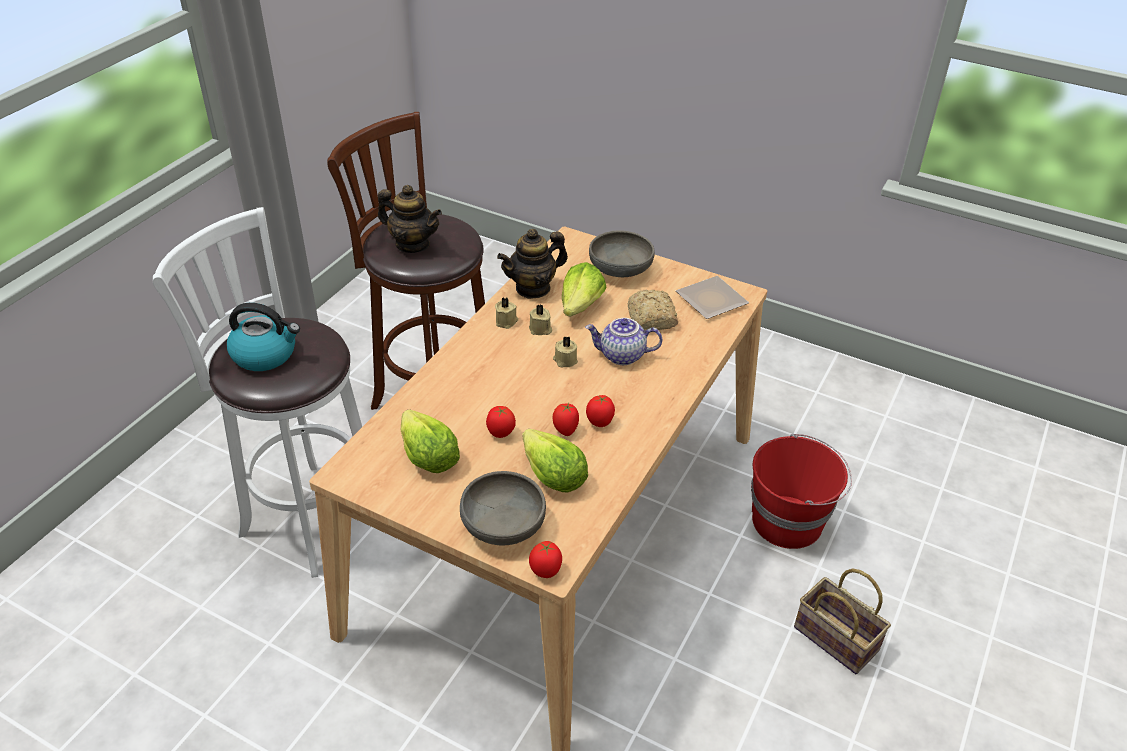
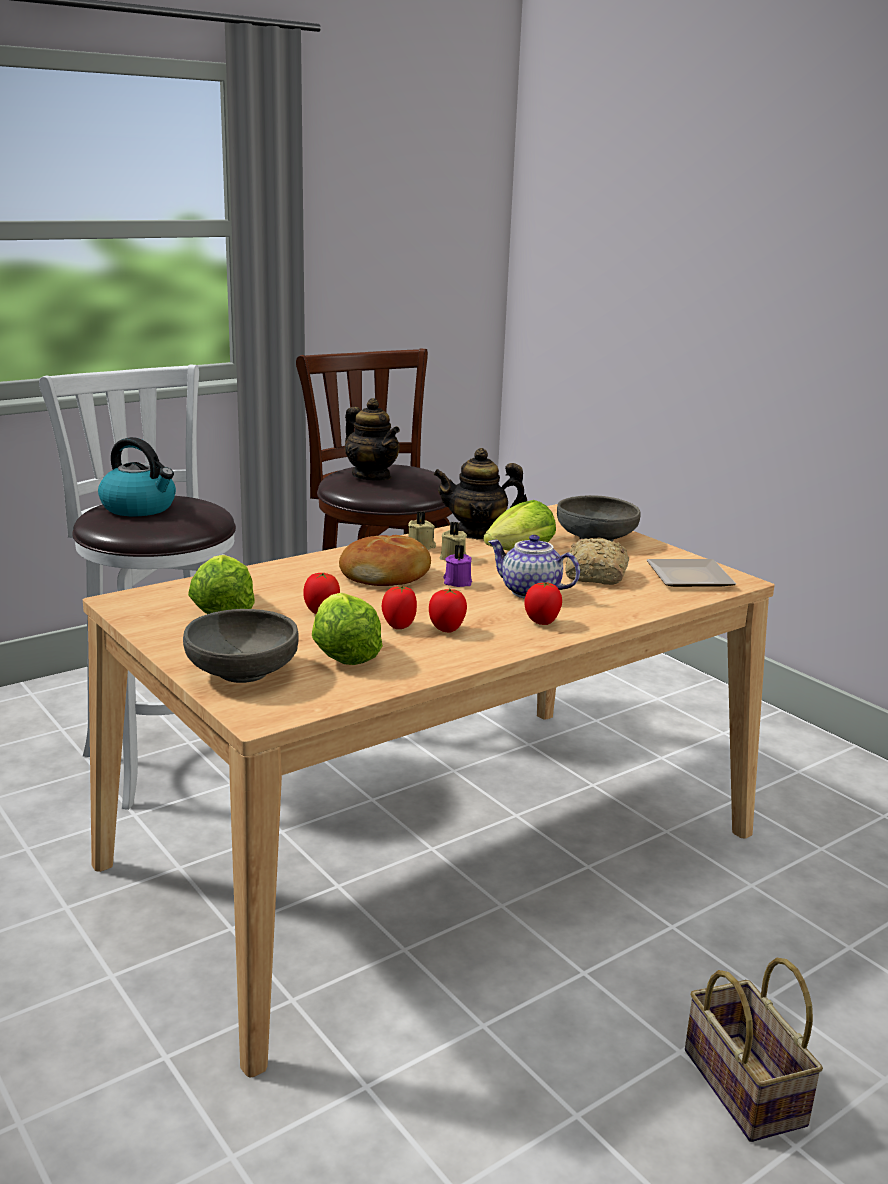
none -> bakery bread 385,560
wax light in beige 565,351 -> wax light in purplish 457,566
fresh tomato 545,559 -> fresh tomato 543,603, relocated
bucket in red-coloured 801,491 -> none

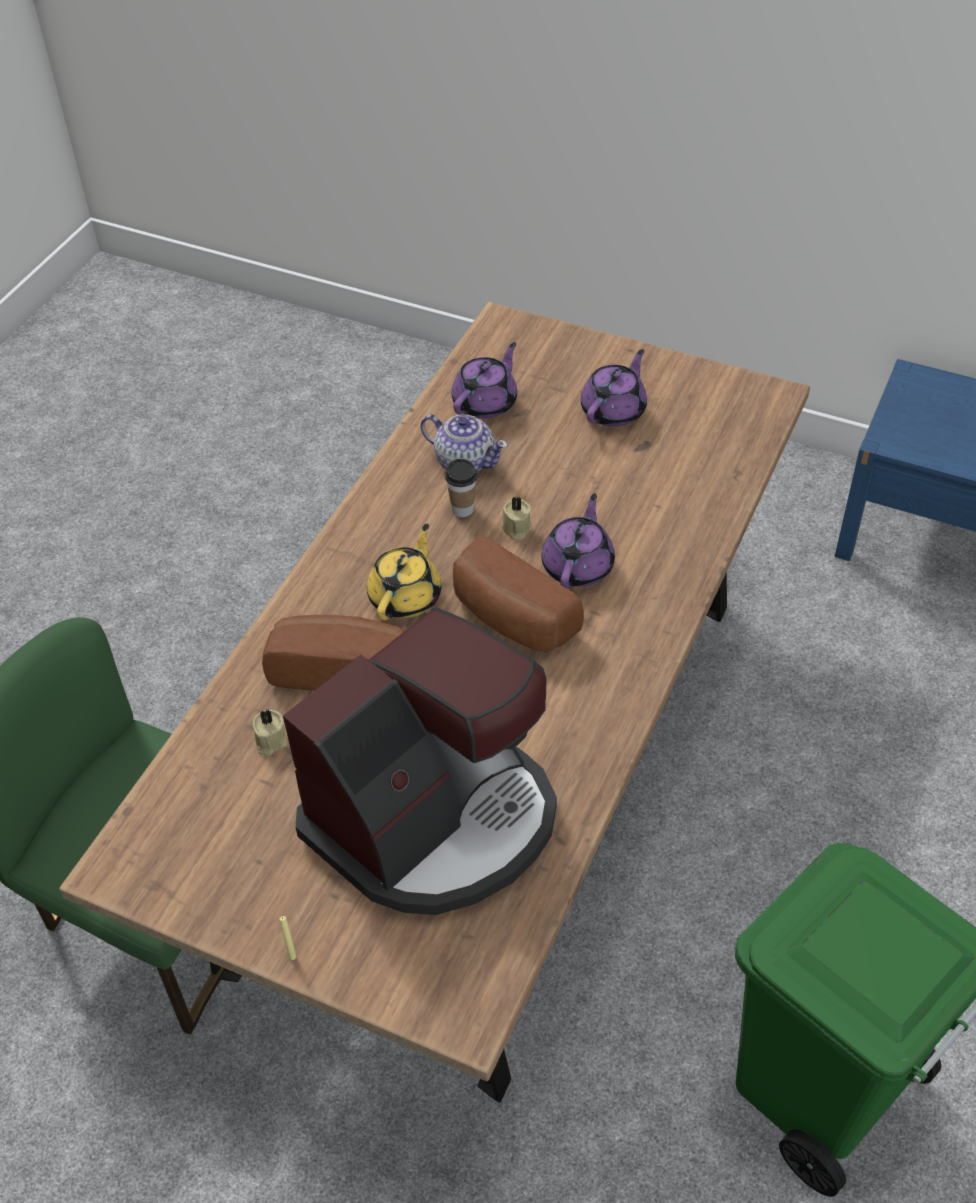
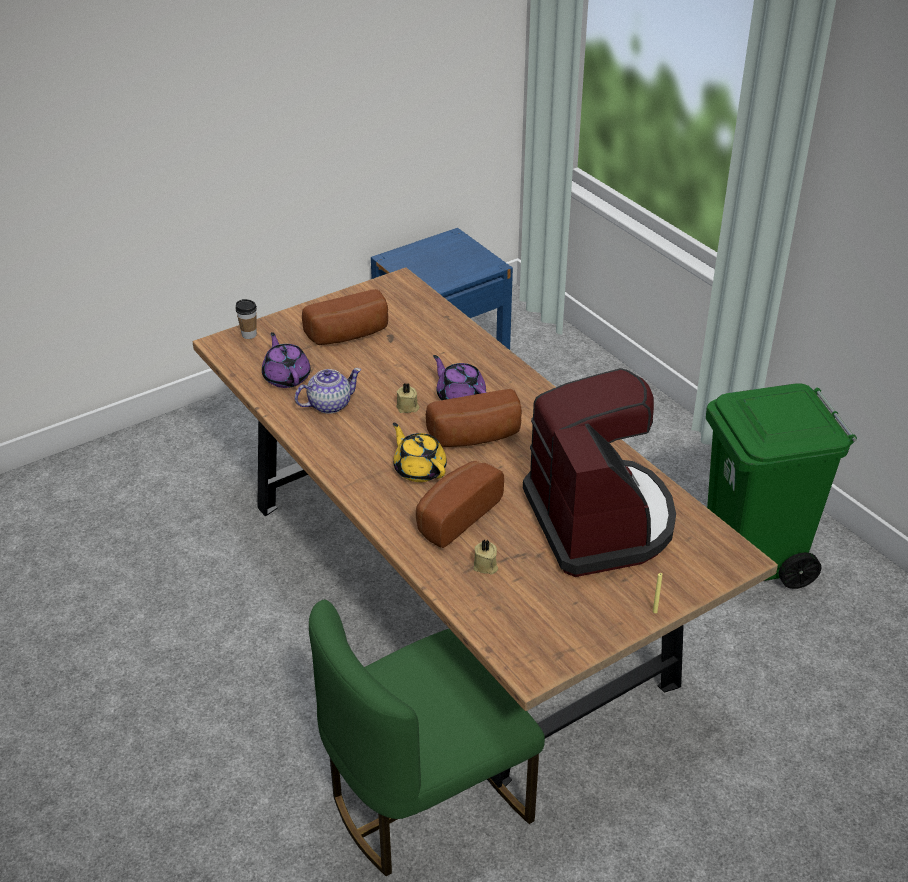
drinking cup 461,488 -> drinking cup 246,319, relocated
teapot in purplish 614,388 -> bakery bread 345,317

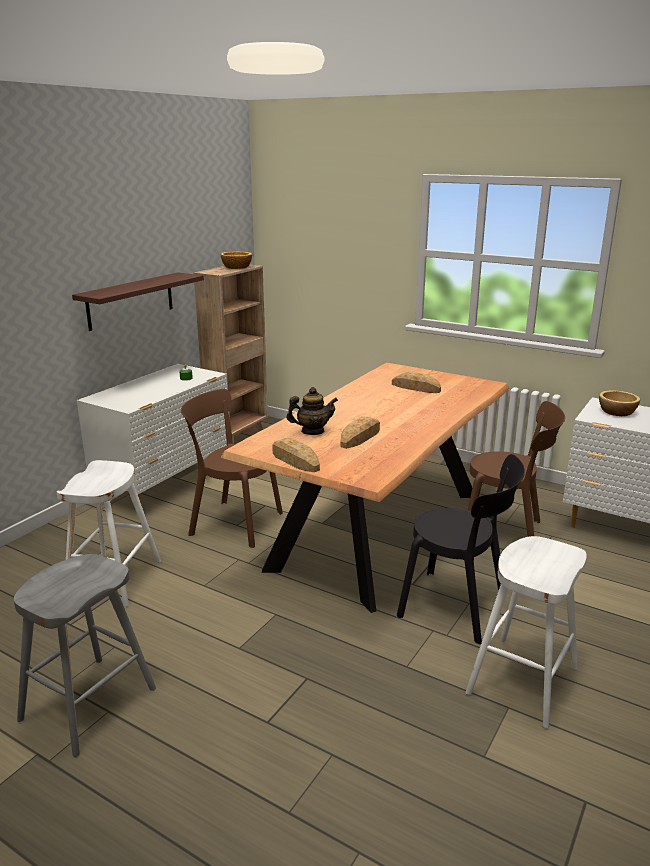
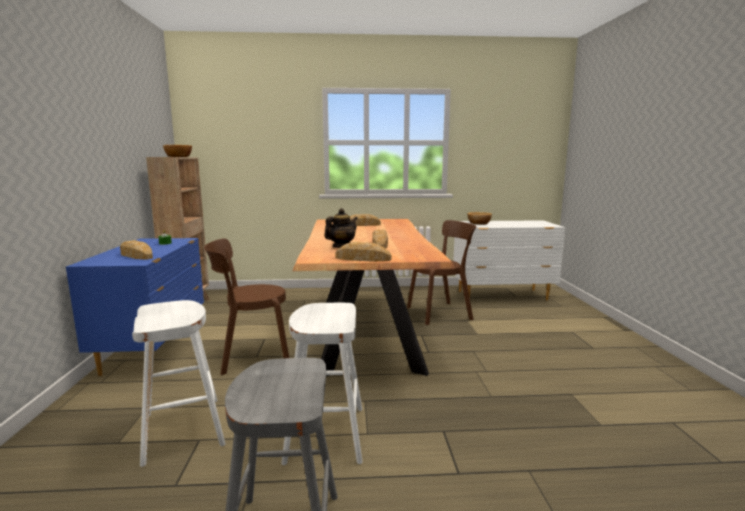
drawer chest in white-coloured 153,433 -> drawer chest in bluish 135,307
none -> bakery bread 136,249
stool seat in white-coloured 526,632 -> stool seat in white-coloured 322,384, relocated
wall shelf 138,301 -> none
plain chair in black-coloured 461,549 -> none

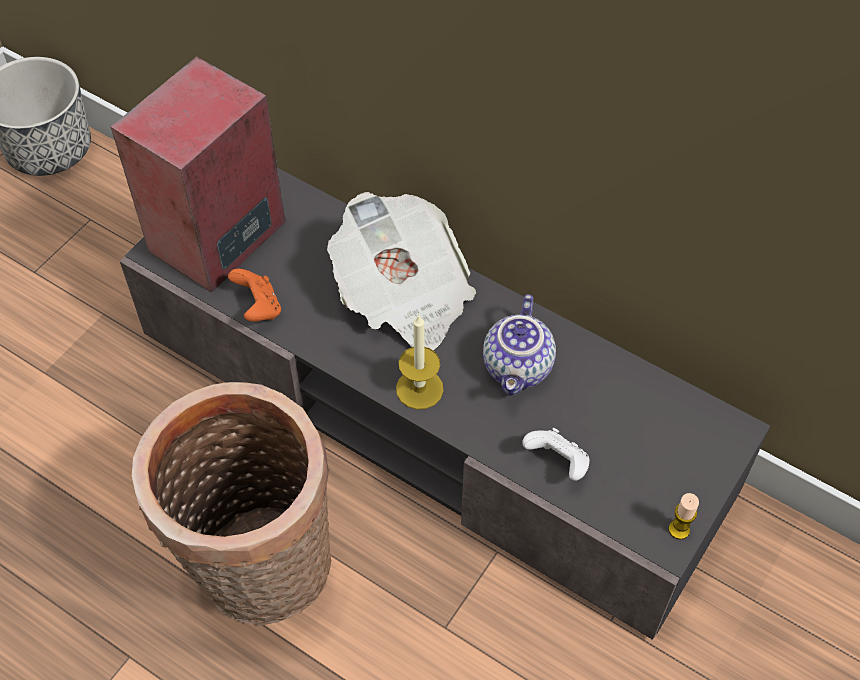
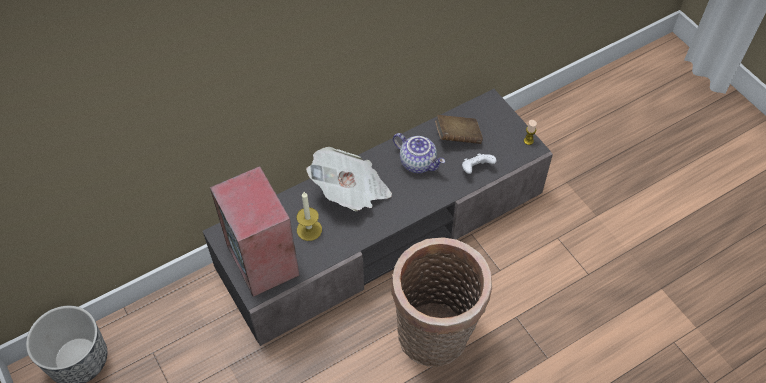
wax light 420,362 -> wax light 309,216, relocated
none -> book in brownish 459,129
joypad in orangey 254,295 -> none

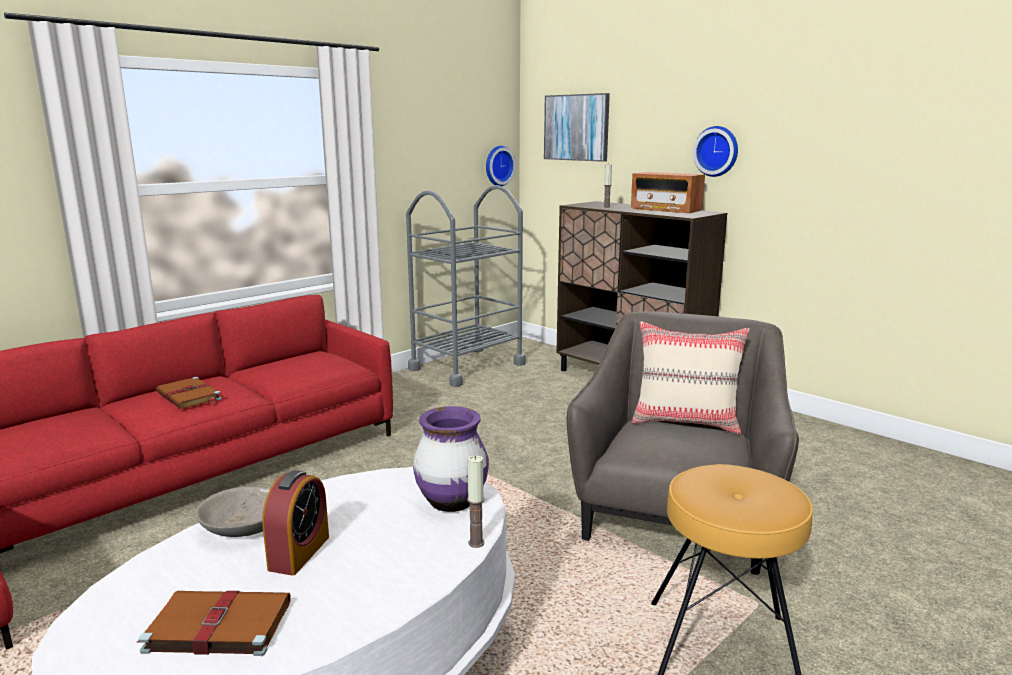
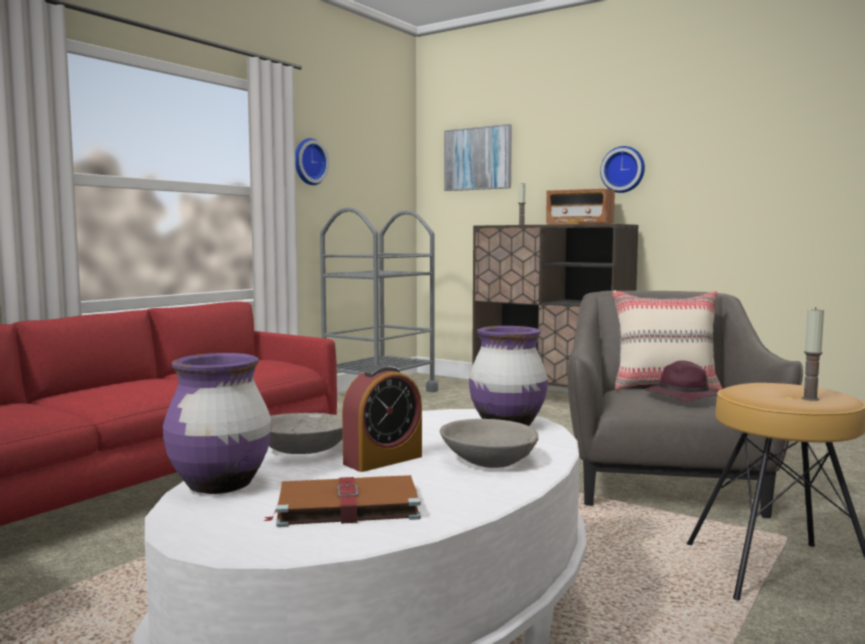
none -> vase in purplish 217,423
hanging clock 501,166 -> hanging clock 312,161, relocated
bedside clock 295,522 -> bedside clock 382,418, 45 degrees clockwise
none -> serving bowl in greyish 489,443
none -> hat in purplish 681,381
wax light 475,501 -> wax light 813,354, relocated
book in brownish 189,393 -> none

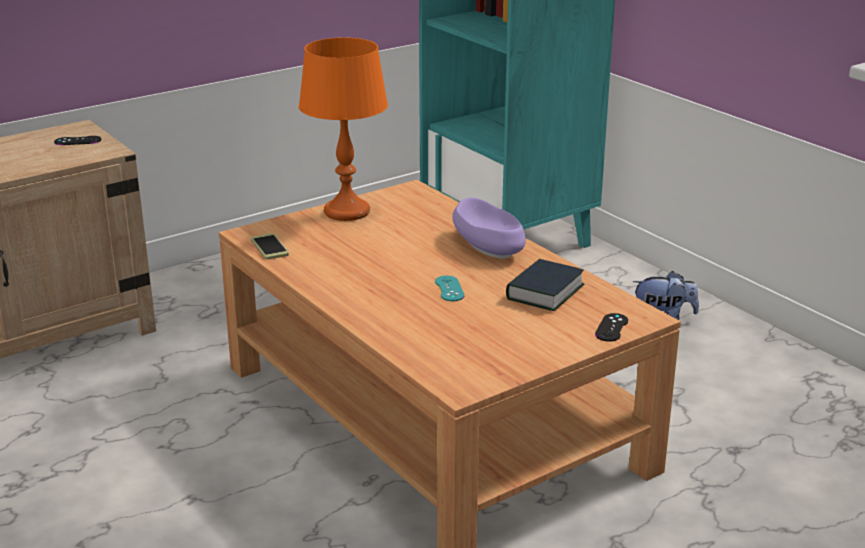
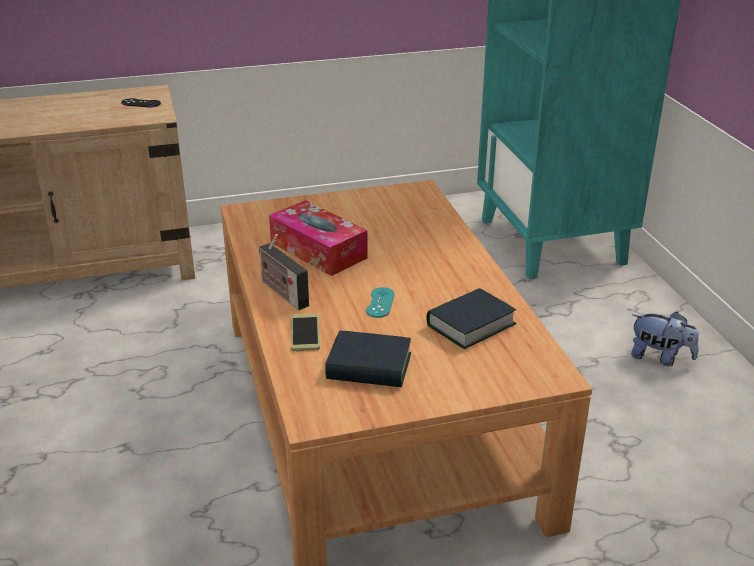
none -> radio 284,272
none -> tissue holder 318,238
handset 270,246 -> handset 305,332, relocated
none -> book 368,359
lamp for a table in orangey 343,129 -> none
serving bowl in purplish 489,228 -> none
joypad in black-coloured 611,327 -> none

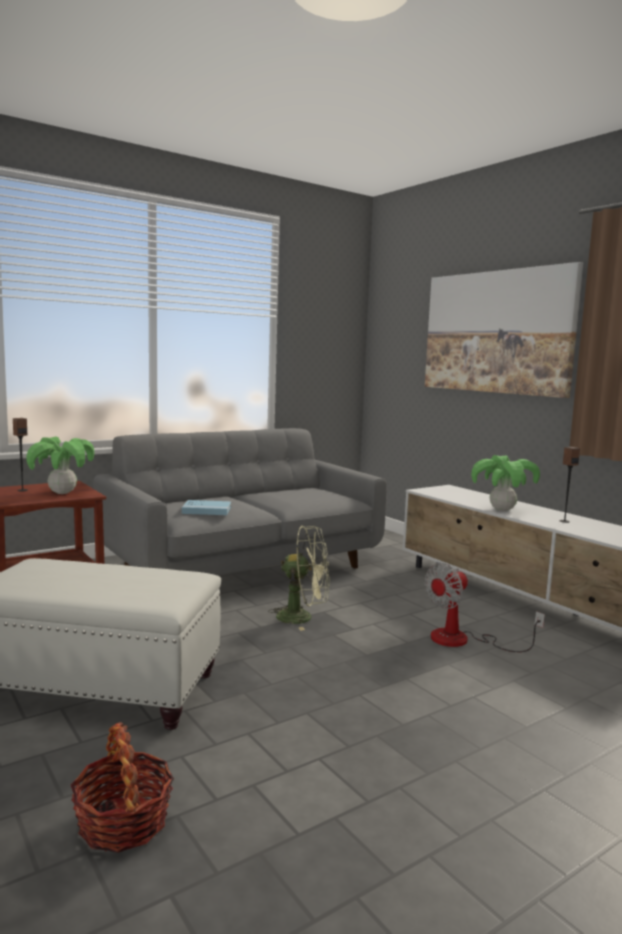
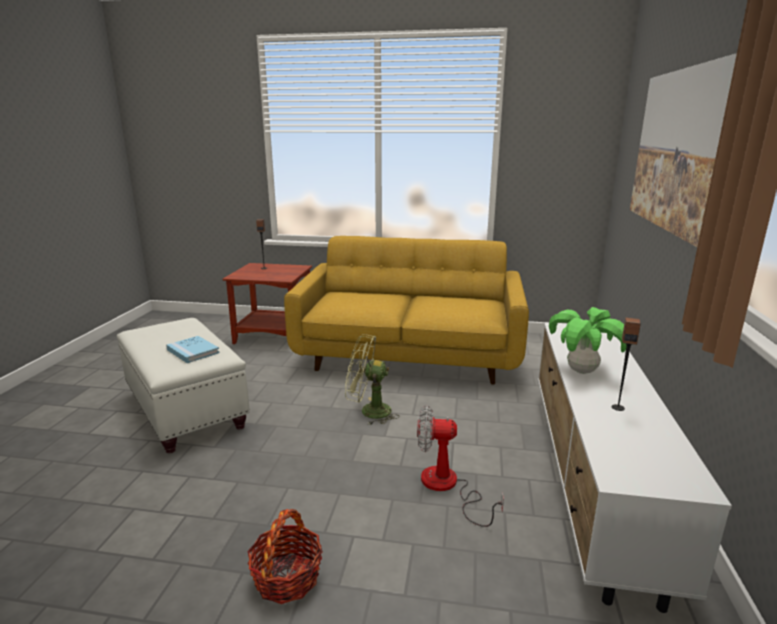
book in bluish 206,507 -> book in bluish 193,349, relocated
household basket 122,787 -> household basket 285,556, relocated
settee in greyish 240,501 -> settee in yellowish 406,310
fan in greenish 299,578 -> fan in greenish 372,379, 135 degrees clockwise
plant in a pot 61,465 -> none

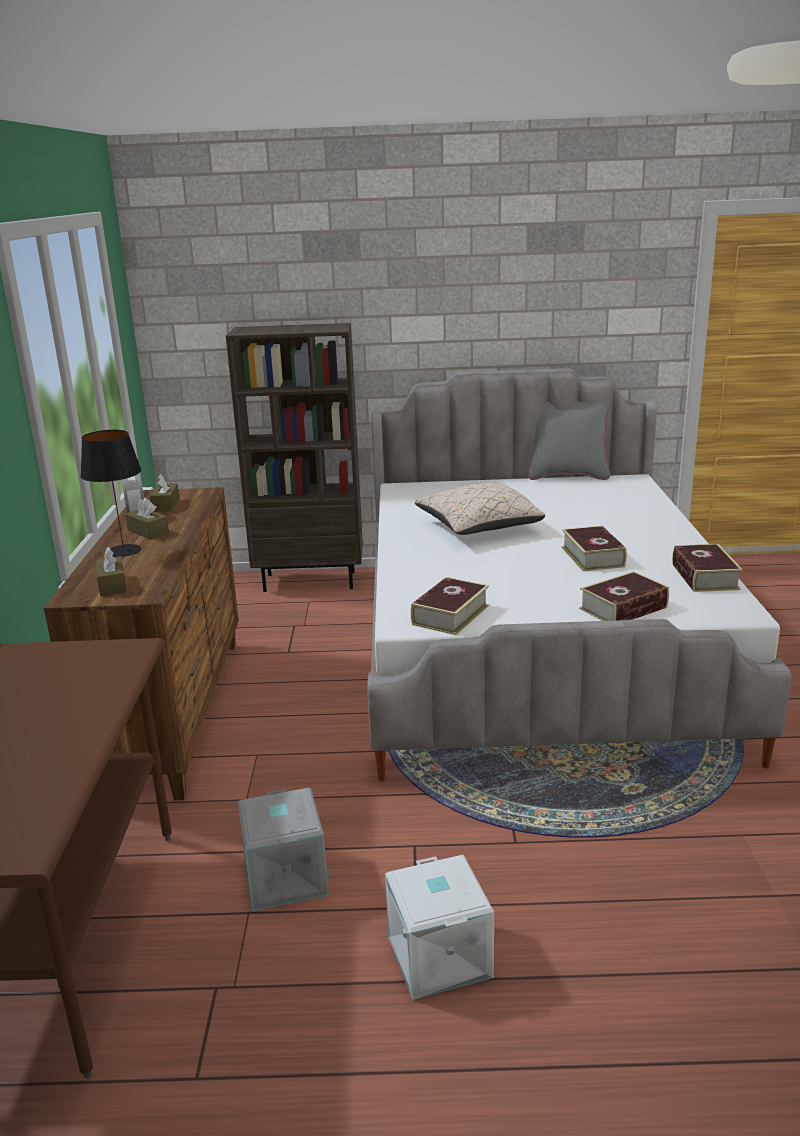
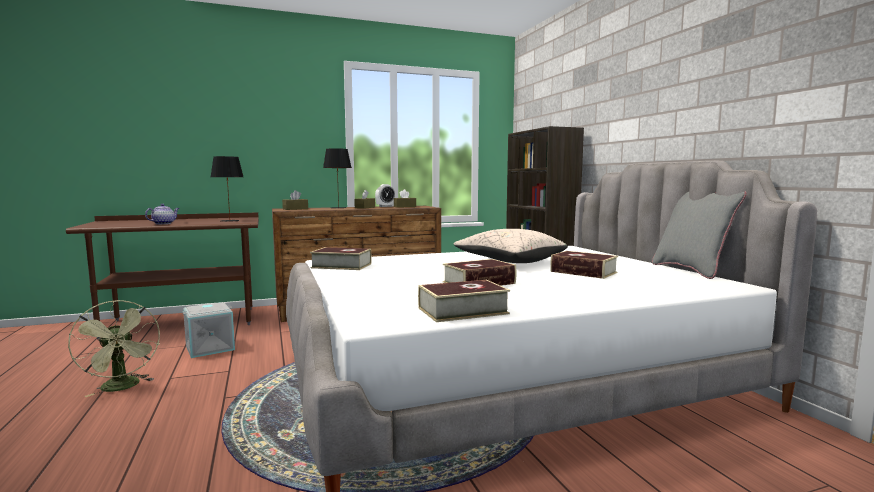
storage container in white-coloured 439,927 -> fan in greenish 114,348
none -> teapot 162,214
none -> lamp for a table in black-coloured 227,189
book 624,596 -> book 584,265, relocated

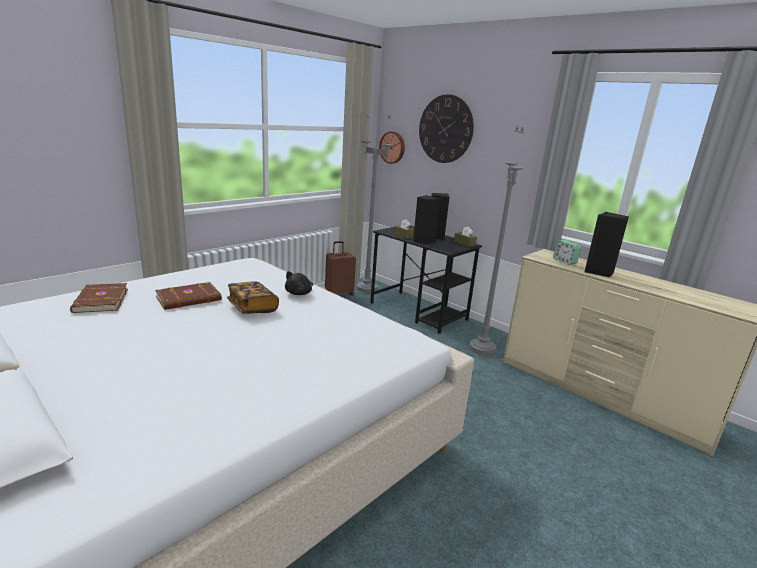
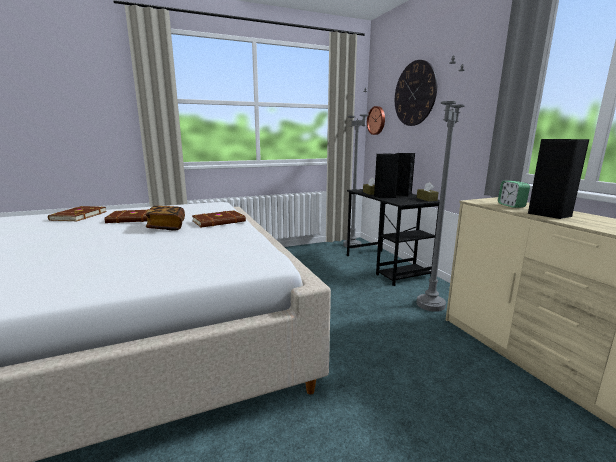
soft toy in black-coloured 299,283 -> book in brownish 219,219
suitcase in brownish 340,268 -> none

